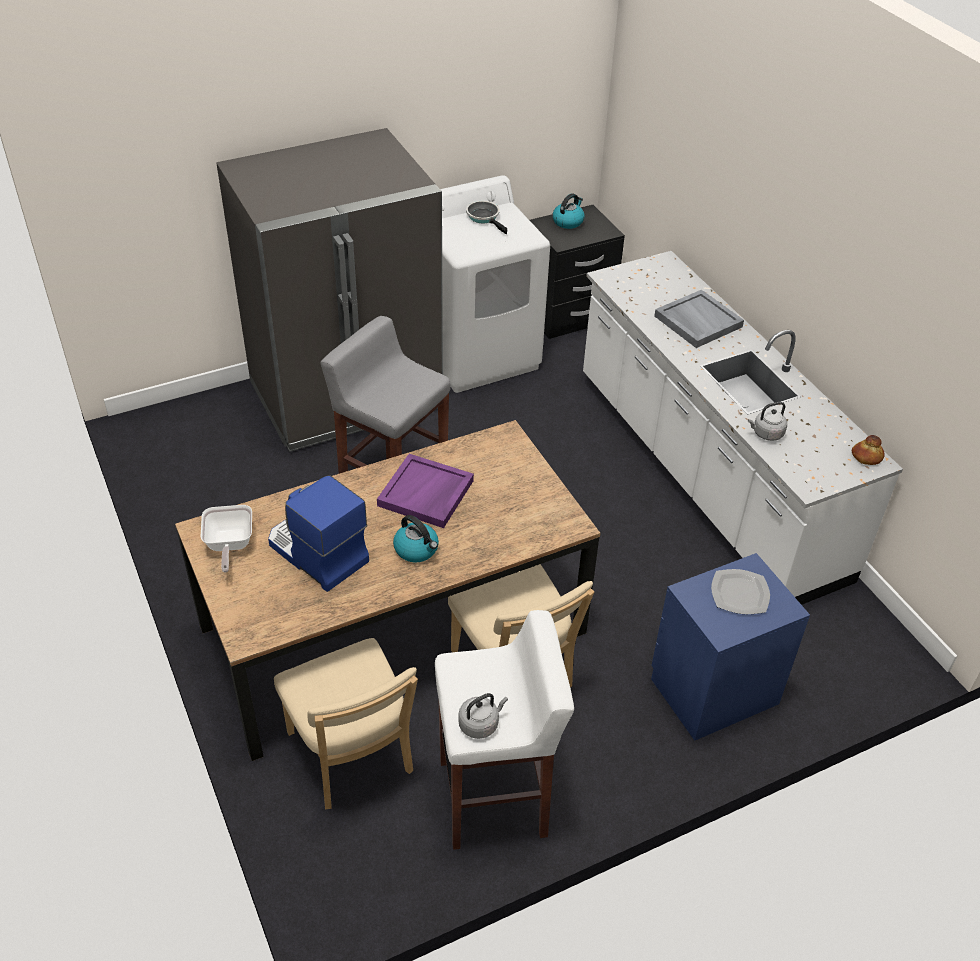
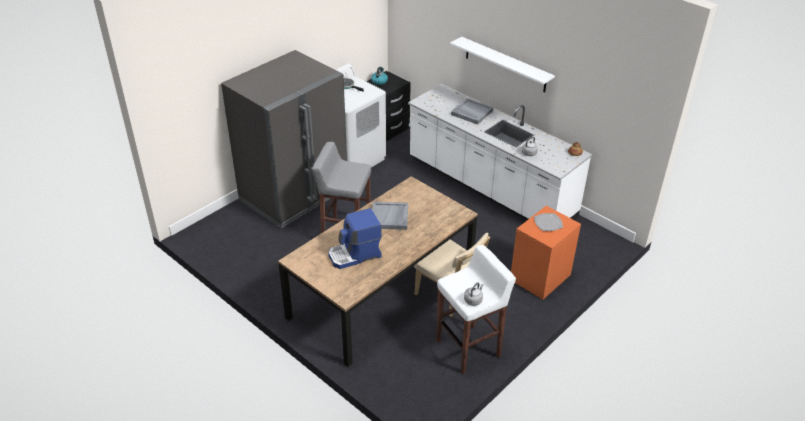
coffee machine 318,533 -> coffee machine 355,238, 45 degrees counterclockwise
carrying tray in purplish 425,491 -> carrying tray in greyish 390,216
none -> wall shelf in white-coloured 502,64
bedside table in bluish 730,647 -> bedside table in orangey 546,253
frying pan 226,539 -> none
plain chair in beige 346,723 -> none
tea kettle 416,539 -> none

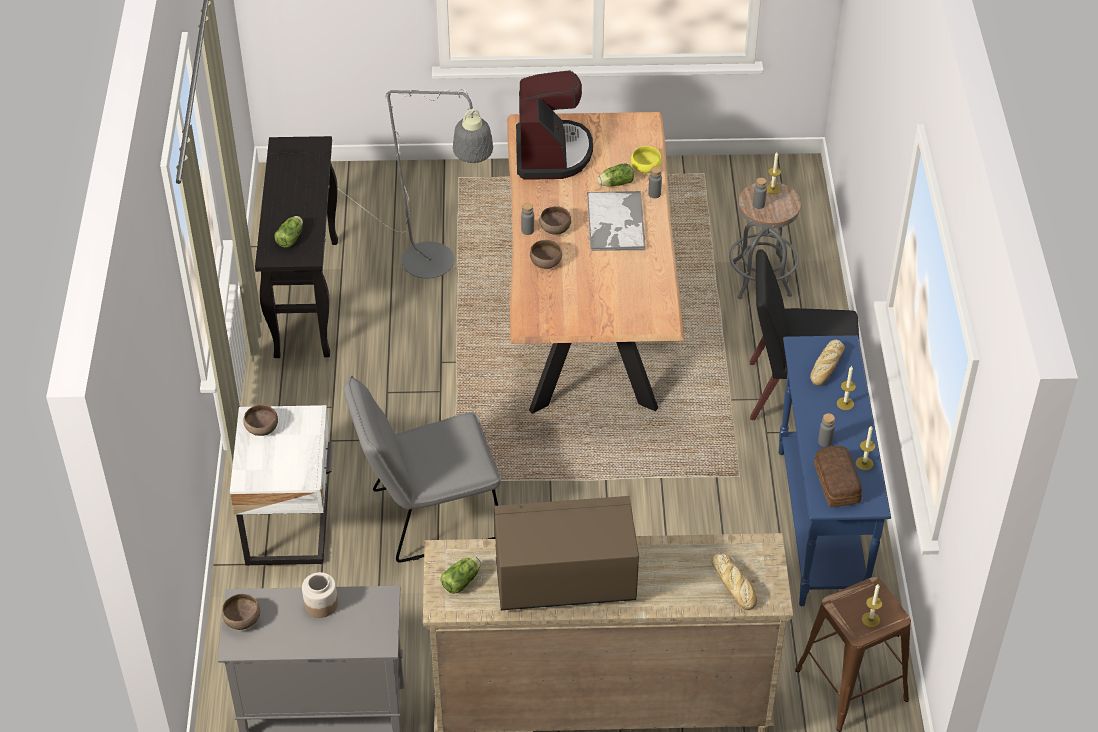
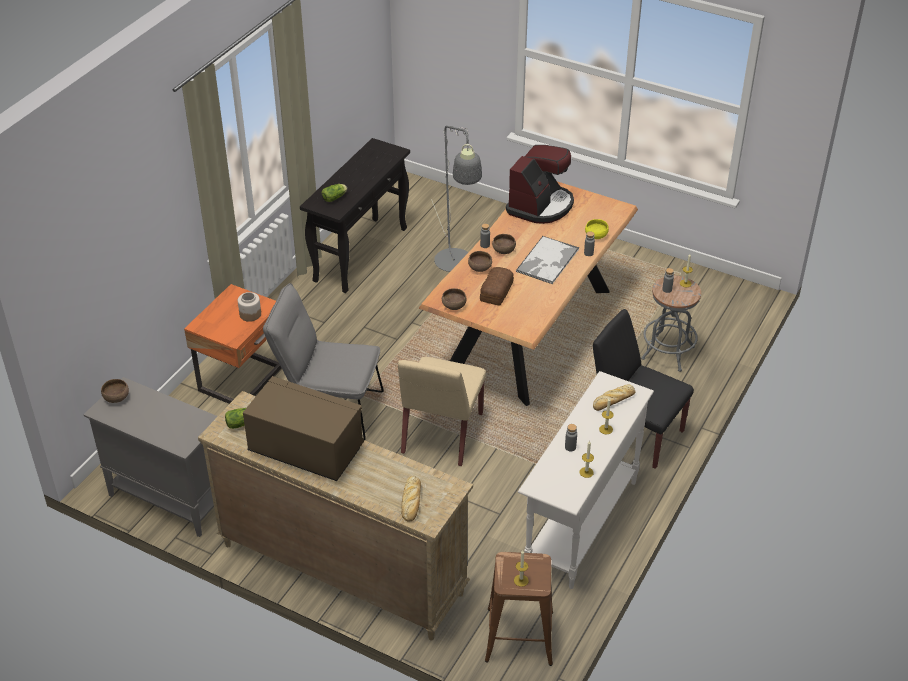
bedside table in white-coloured 281,485 -> bedside table in orangey 232,344
preserve jar 320,595 -> preserve jar 249,307, relocated
none -> plain chair in beige 442,411
serving bowl in brownish 260,420 -> serving bowl in brownish 454,299, relocated
bakery bread 838,476 -> bakery bread 497,286, relocated
console table in bluish 835,470 -> console table in white-coloured 586,480
lettuce 615,175 -> none

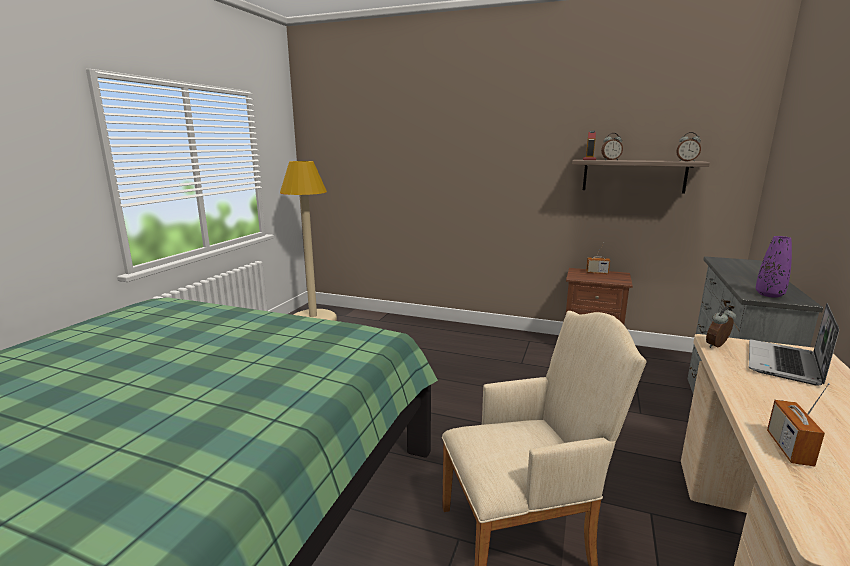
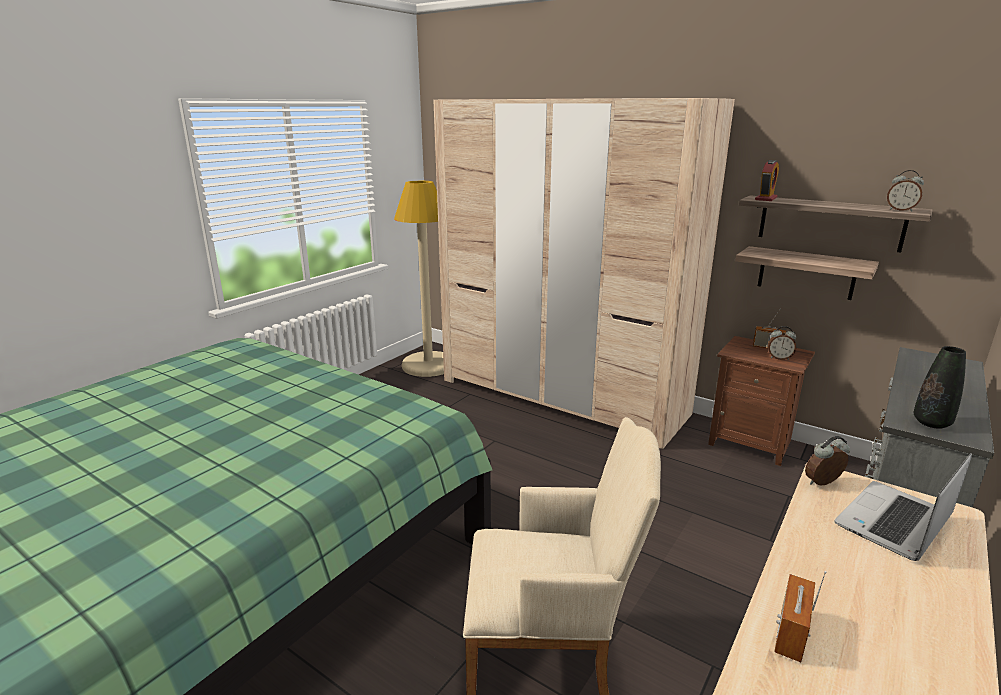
none -> clothes cupboard in beige 584,273
none -> wall shelf 807,273
bedside clock 612,146 -> bedside clock 782,343, relocated
vase in purplish 774,267 -> vase in black-coloured 940,387

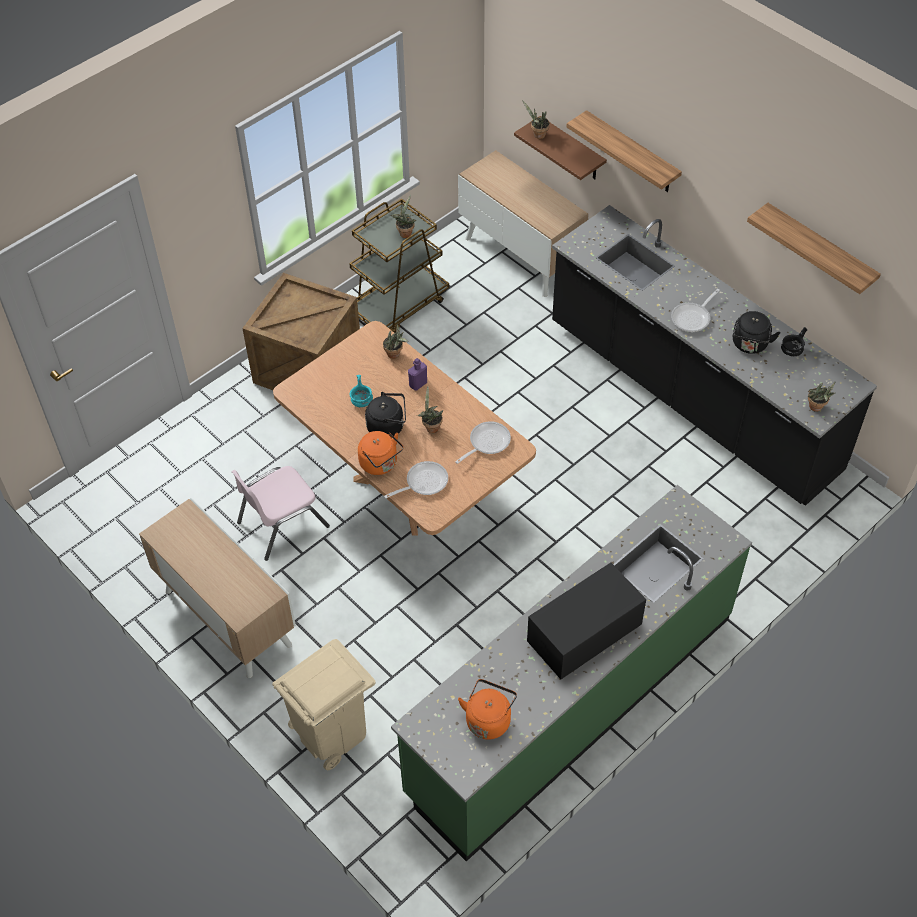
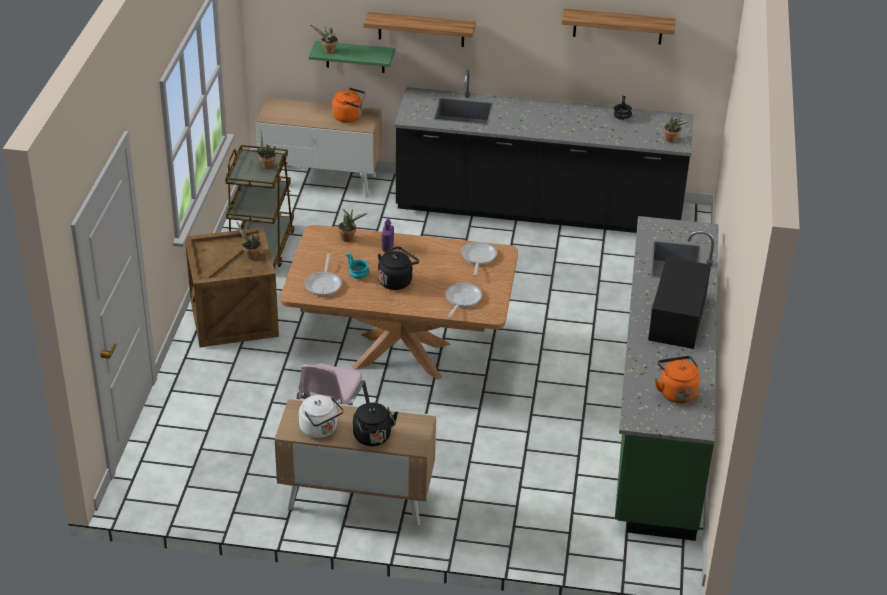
plant in a pot 430,409 -> plant in a pot 248,240, relocated
none -> tea kettle in white-coloured 321,416
frying pan 695,310 -> frying pan 323,275, relocated
wall shelf in brownish 560,148 -> wall shelf in greenish 352,57
tea kettle in orangey 380,453 -> tea kettle in orangey 348,105, relocated
tea kettle in black-coloured 757,332 -> tea kettle in black-coloured 375,424, relocated
waste bin in beige 324,704 -> none

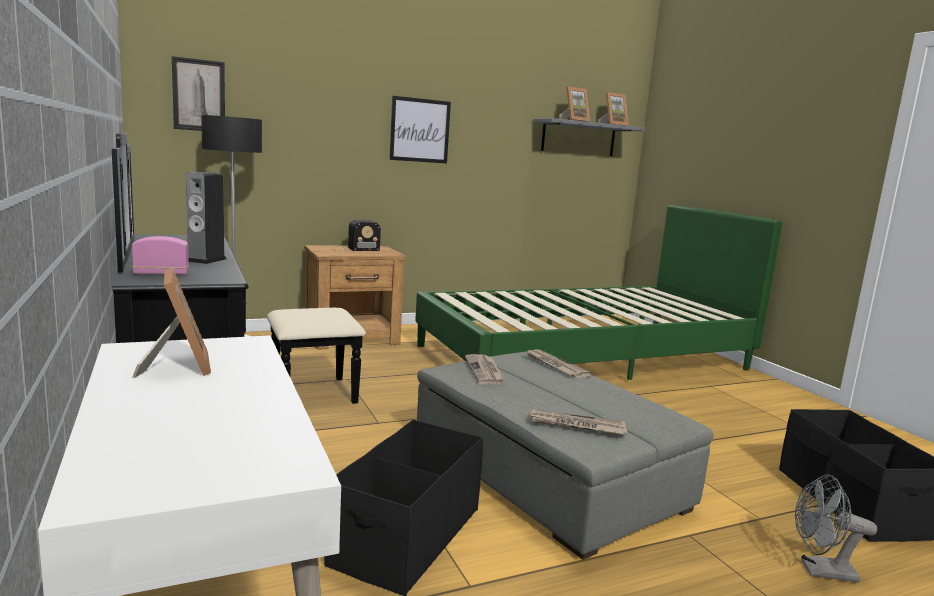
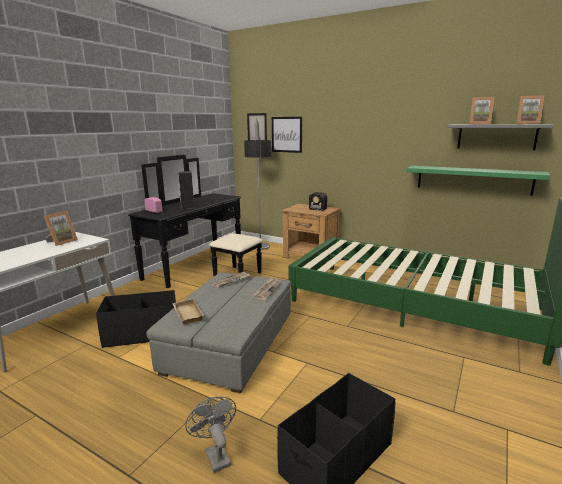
newspaper 578,422 -> carrying tray in beige 188,311
picture 420,129 -> picture 287,135, relocated
none -> wall shelf in greenish 478,181

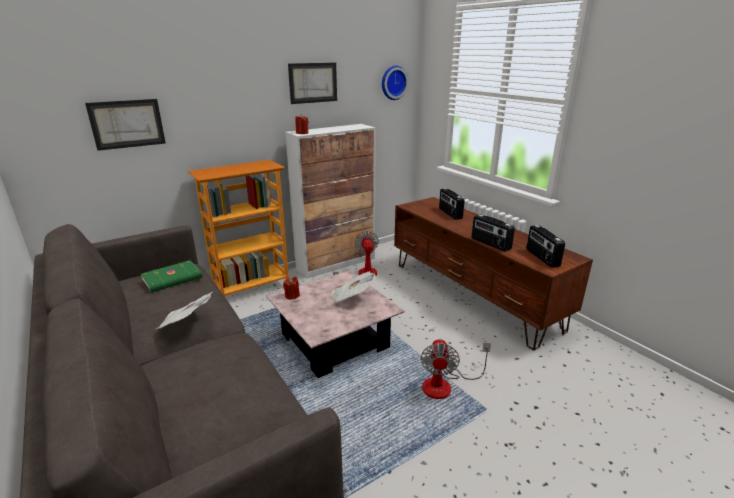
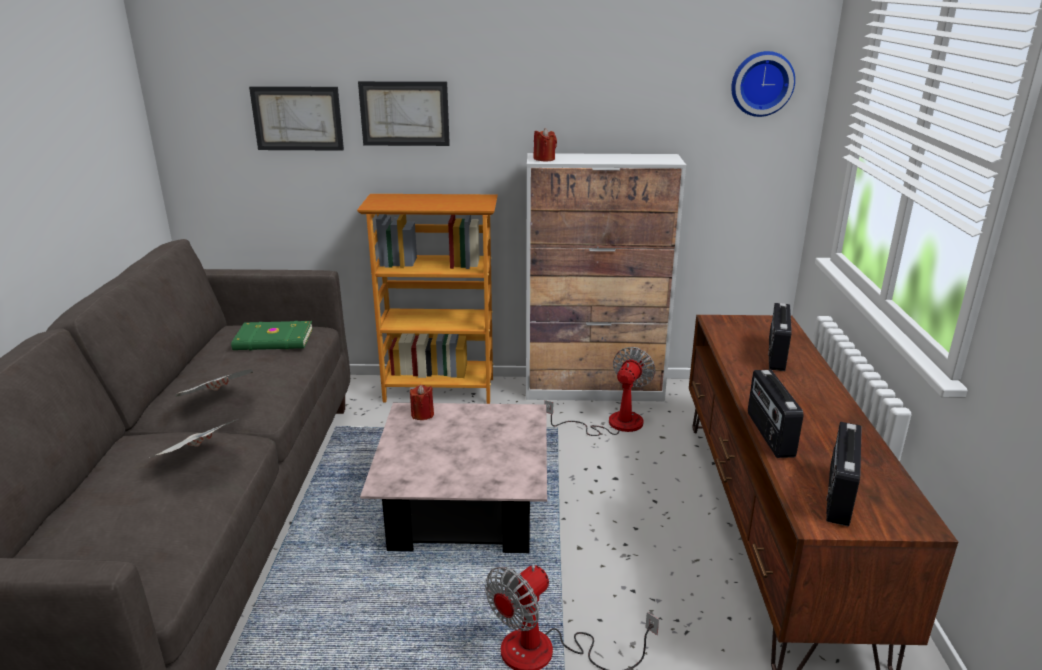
newspaper 353,287 -> newspaper 193,438, relocated
picture 312,83 -> picture 404,113, relocated

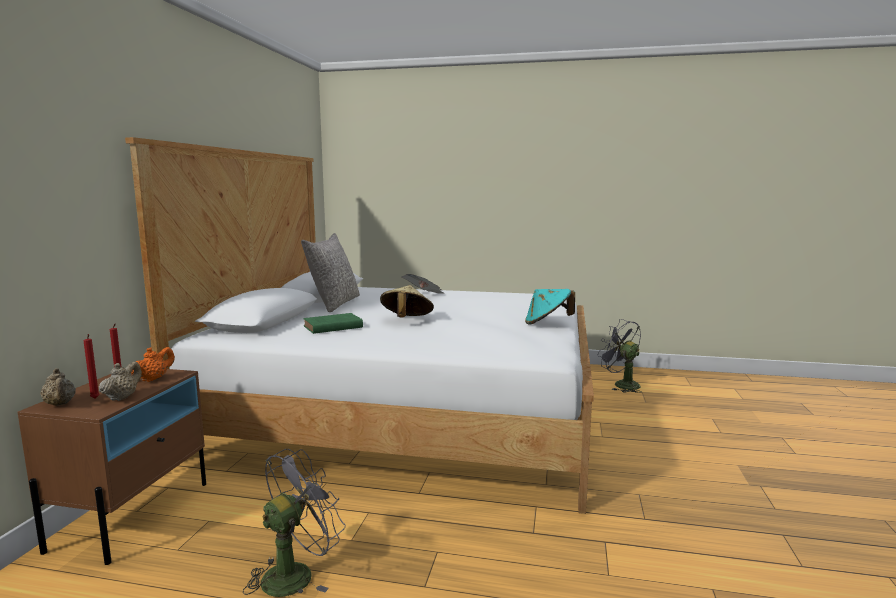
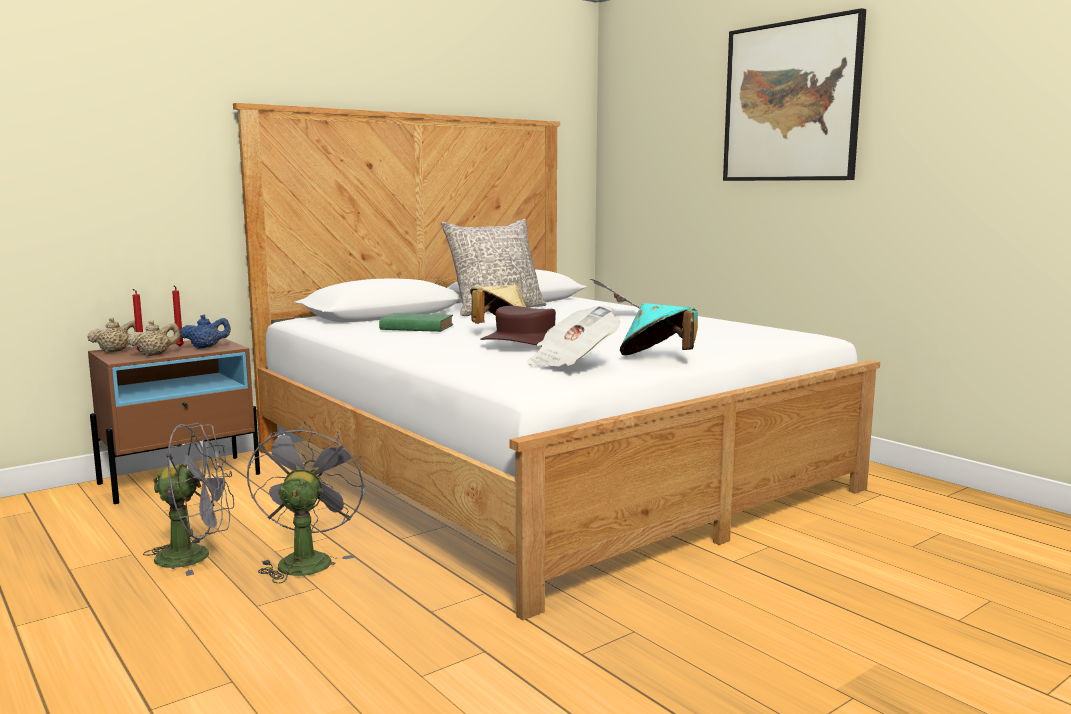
teapot in beige 58,387 -> teapot in beige 111,335, 120 degrees counterclockwise
teapot in orangey 153,364 -> teapot in bluish 205,331
fan in greyish 620,356 -> fan in greyish 306,502, relocated
none -> hat in brownish 518,326
none -> newspaper 573,336
none -> picture 794,94

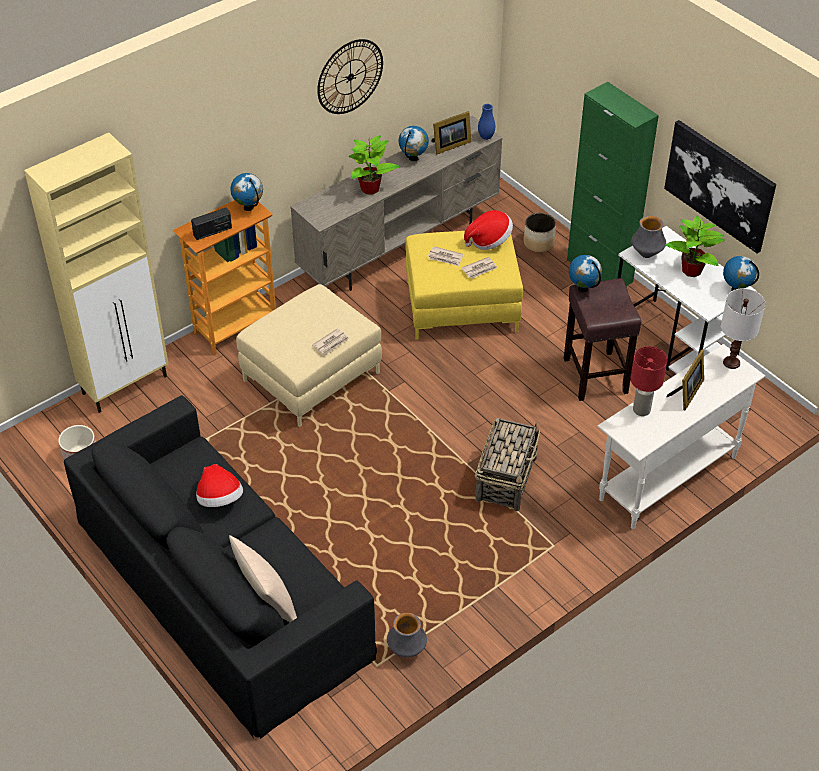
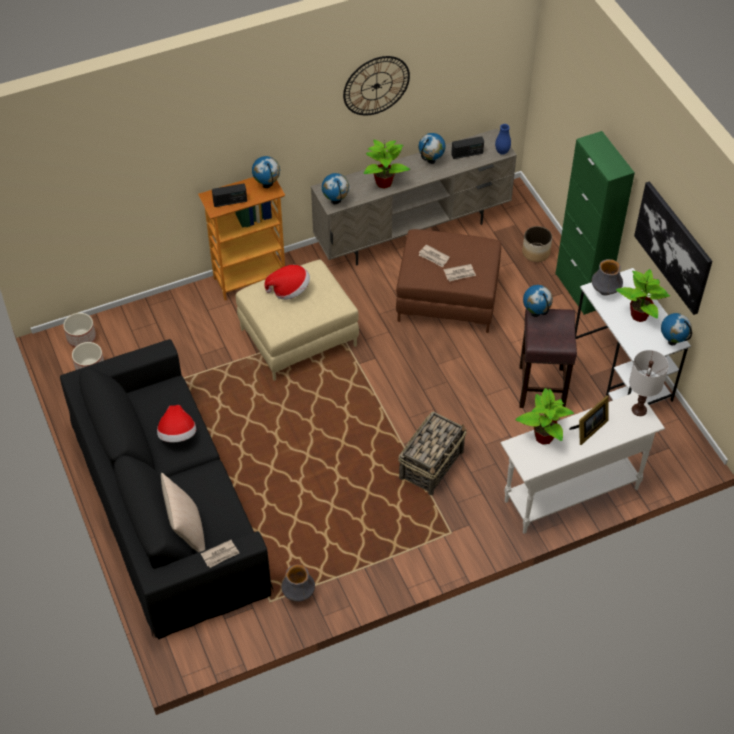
none -> planter 79,330
newspaper 330,341 -> newspaper 220,554, relocated
hat 488,230 -> hat 287,282, relocated
none -> world globe 335,188
pouffe in yellowish 464,285 -> pouffe in brownish 448,281
photo frame 451,133 -> radio 467,147
lamp for a table in red-coloured 649,381 -> plant in a pot 544,416
cabinet in beige 96,273 -> none

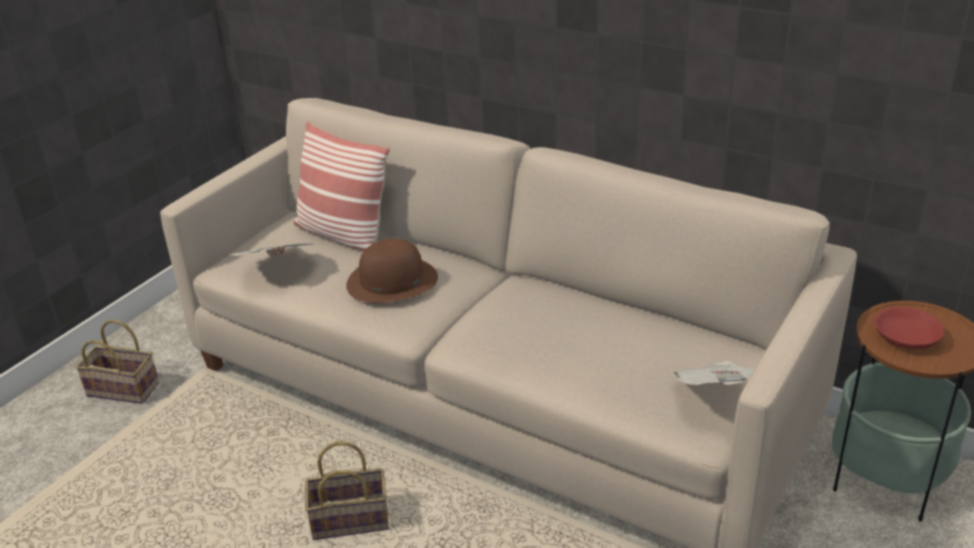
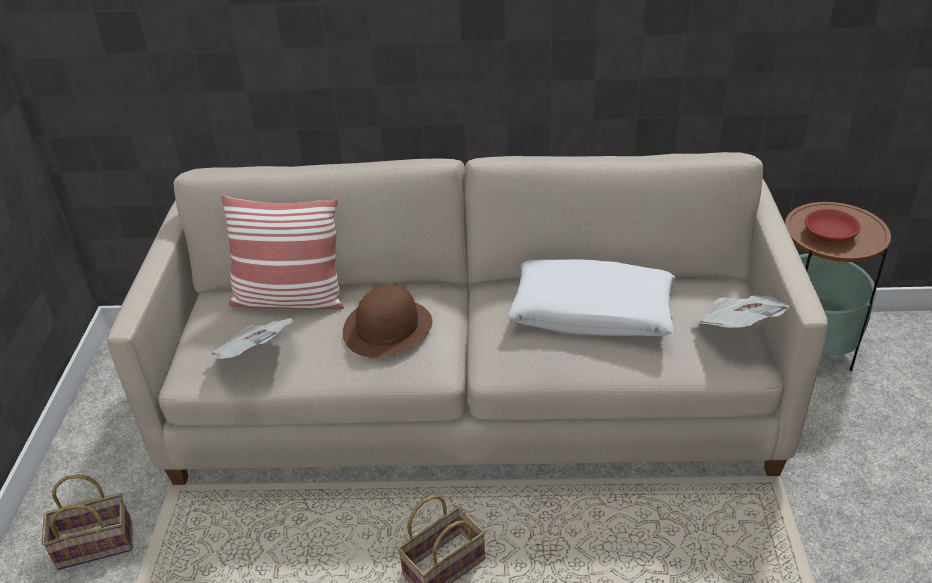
none -> cushion in white-coloured 591,297

